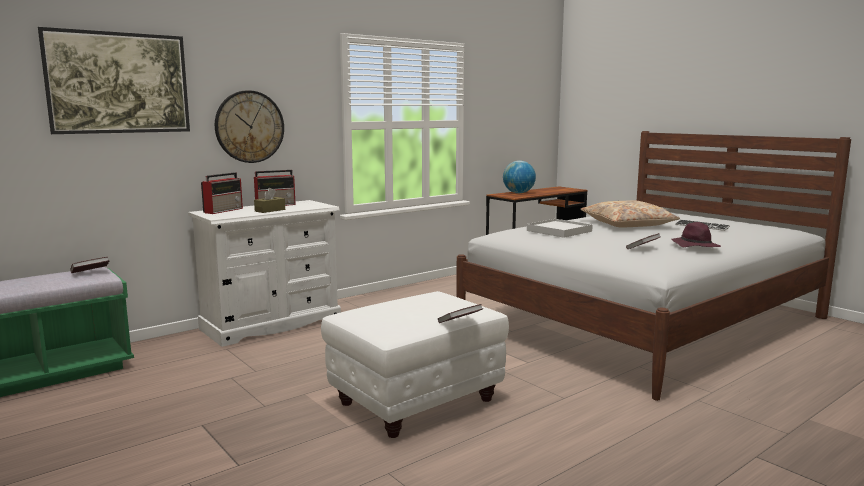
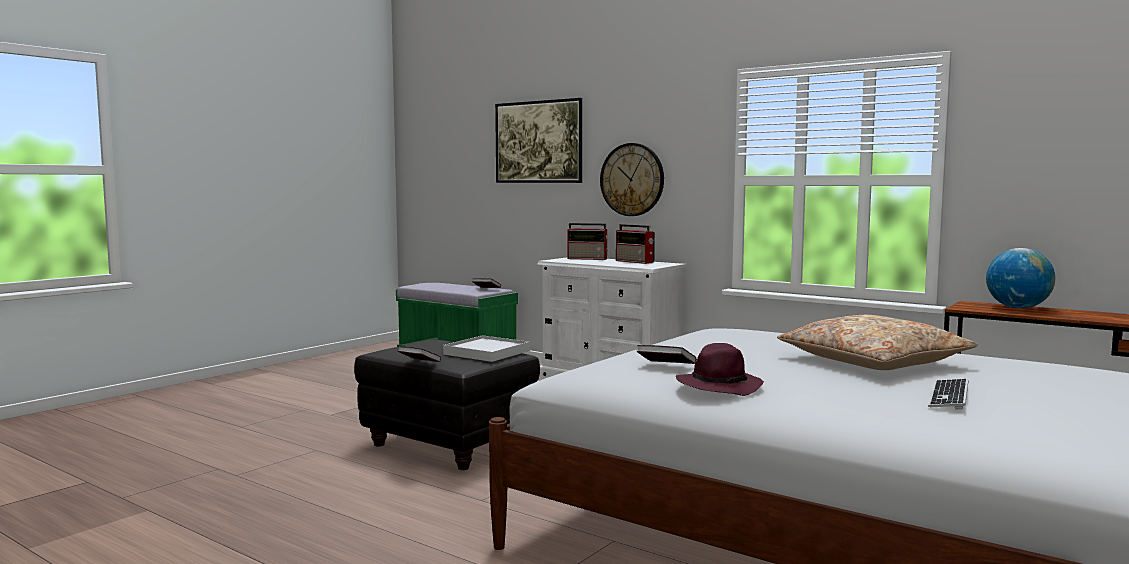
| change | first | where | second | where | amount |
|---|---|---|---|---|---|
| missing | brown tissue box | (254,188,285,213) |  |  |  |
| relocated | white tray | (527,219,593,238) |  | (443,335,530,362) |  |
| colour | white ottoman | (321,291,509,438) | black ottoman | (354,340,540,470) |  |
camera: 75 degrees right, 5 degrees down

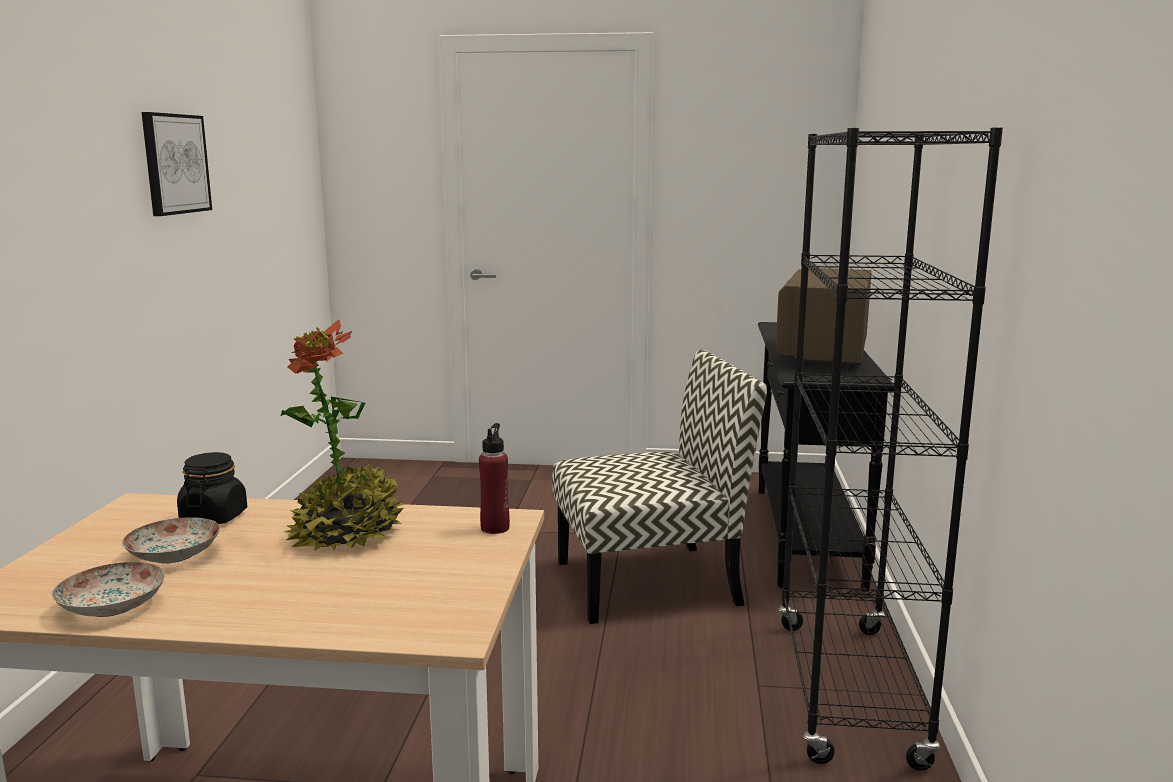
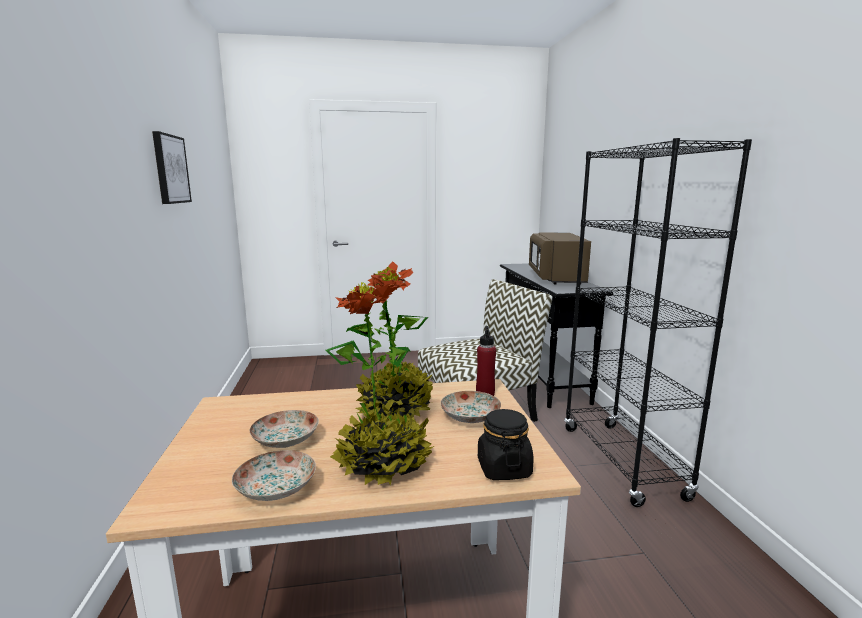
| change | first | where | second | where | amount |
|---|---|---|---|---|---|
| relocated | black jar | (177,452,247,524) |  | (478,409,534,480) |  |
| appeared |  |  | potted plant | (325,282,435,485) |  |
| appeared |  |  | plate | (441,391,501,423) |  |
camera: 15 degrees left, 0 degrees up

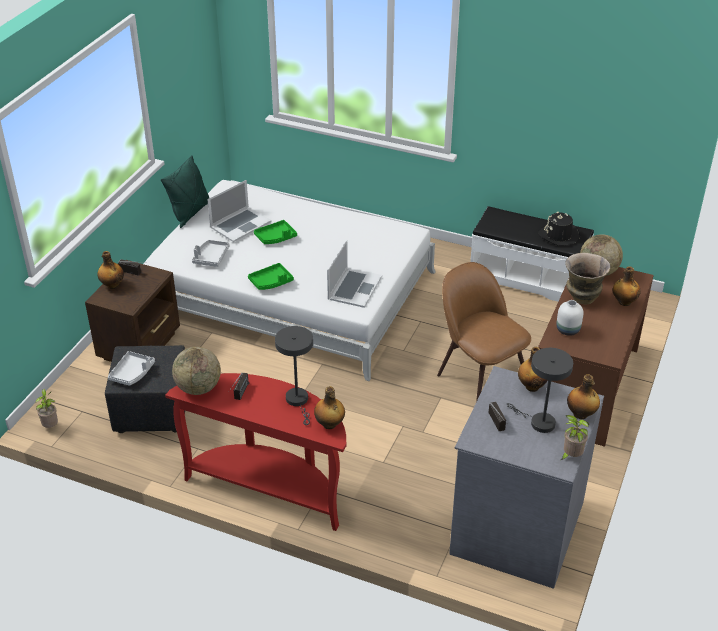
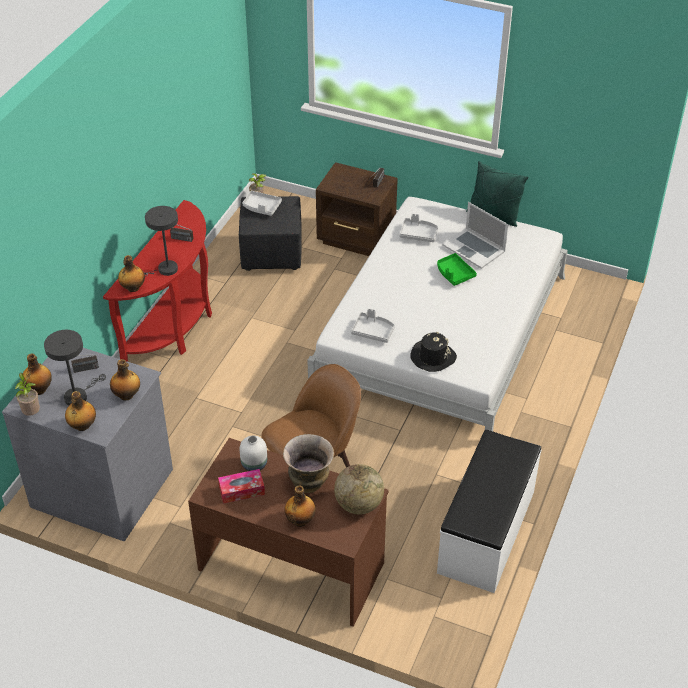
| change | first | where | second | where | amount |
|---|---|---|---|---|---|
| relocated | black hat | (538,212,580,246) |  | (410,332,457,372) |  |
| exchanged | laptop | (327,240,382,308) | grey tray | (351,308,395,343) |  |
| relocated | bottle | (97,251,124,289) |  | (23,354,52,395) |  |
| missing | green tray | (248,263,294,290) |  |  |  |
| missing | globe | (172,347,221,395) |  |  |  |
| appeared |  |  | tissue box | (218,469,265,504) |  |
camera: 90 degrees right, 5 degrees up

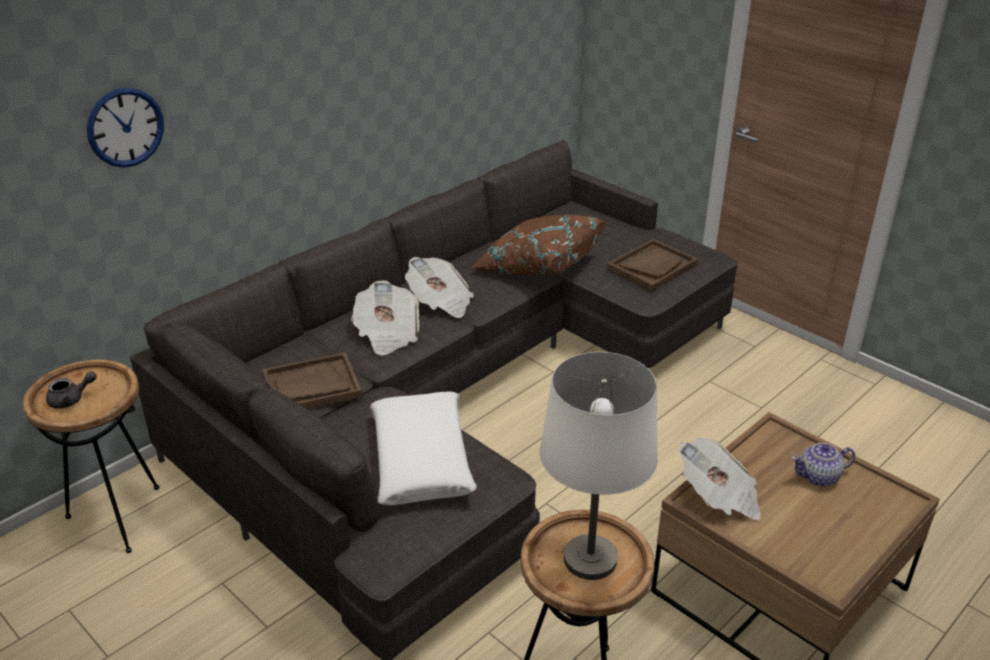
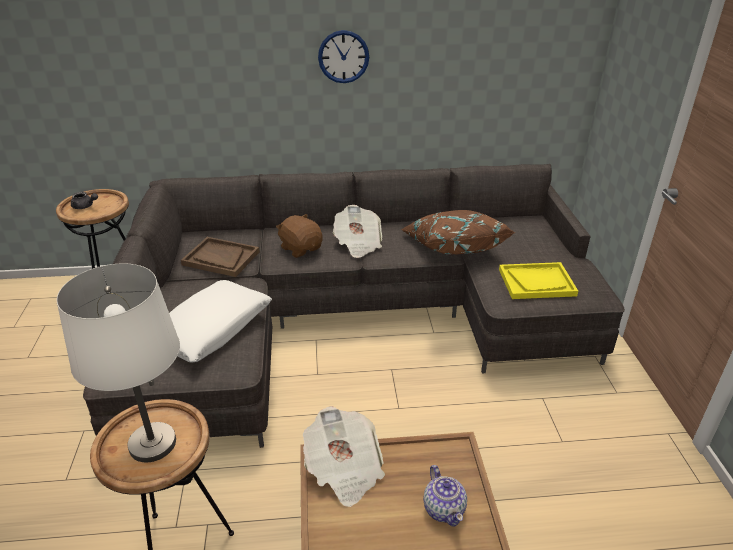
| change | first | where | second | where | amount |
|---|---|---|---|---|---|
| relocated | wall clock | (87,88,164,168) |  | (318,30,369,83) |  |
| colour | brown tray | (607,239,698,291) | yellow tray | (499,262,578,299) |  |
| exchanged | newspaper | (351,280,419,356) | brown plush toy | (276,214,323,258) |  |
| spun | teapot | (791,443,855,486) |  | (423,465,467,527) | 135 degrees counterclockwise |
camera: 40 degrees right, 0 degrees up

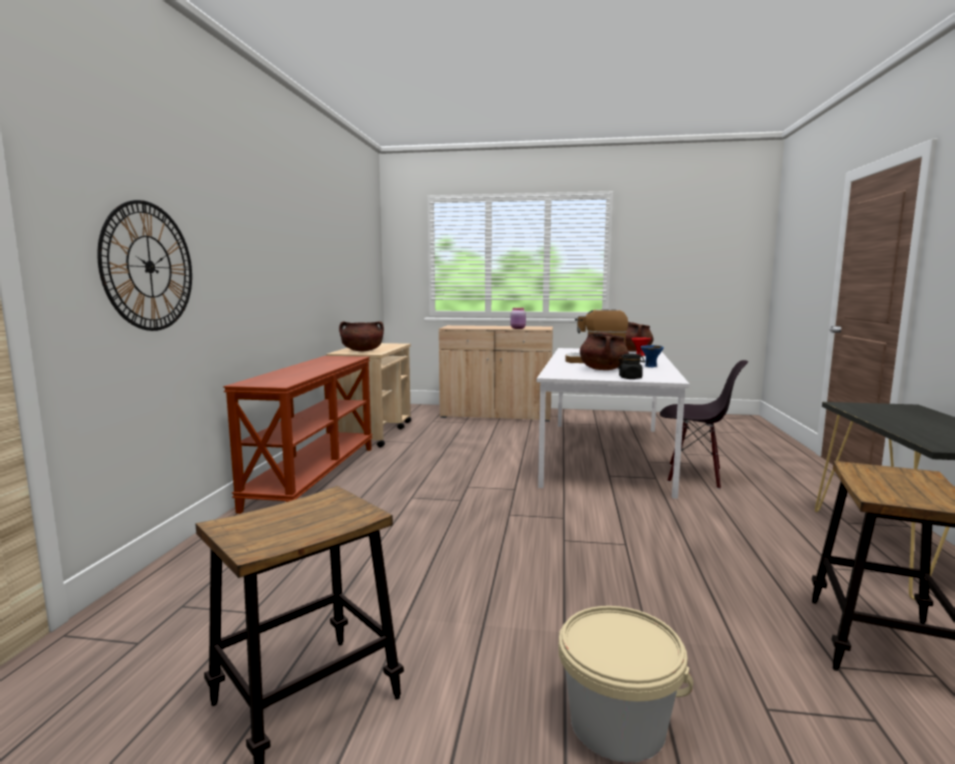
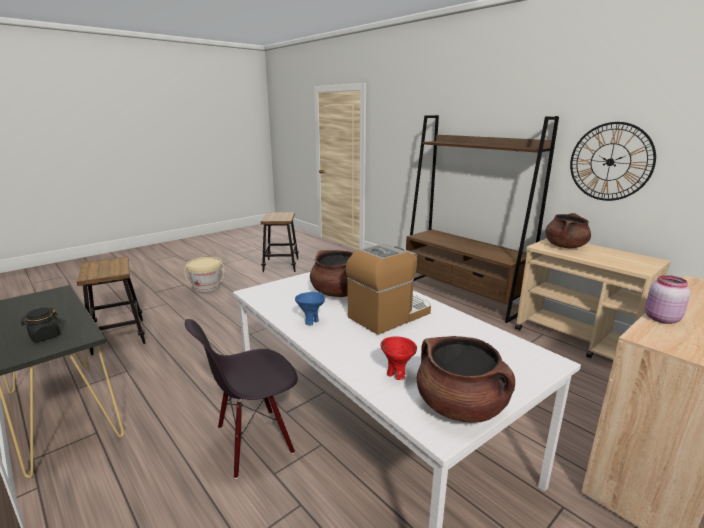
| change | first | where | second | where | amount |
|---|---|---|---|---|---|
| relocated | wall clock | (97,200,192,331) |  | (570,122,656,201) |  |
| relocated | black jar | (617,354,645,379) |  | (21,308,61,342) |  |
| exchanged | brown console table | (223,356,373,514) | brown bookcase | (406,115,559,323) |  |
camera: 130 degrees right, 10 degrees up

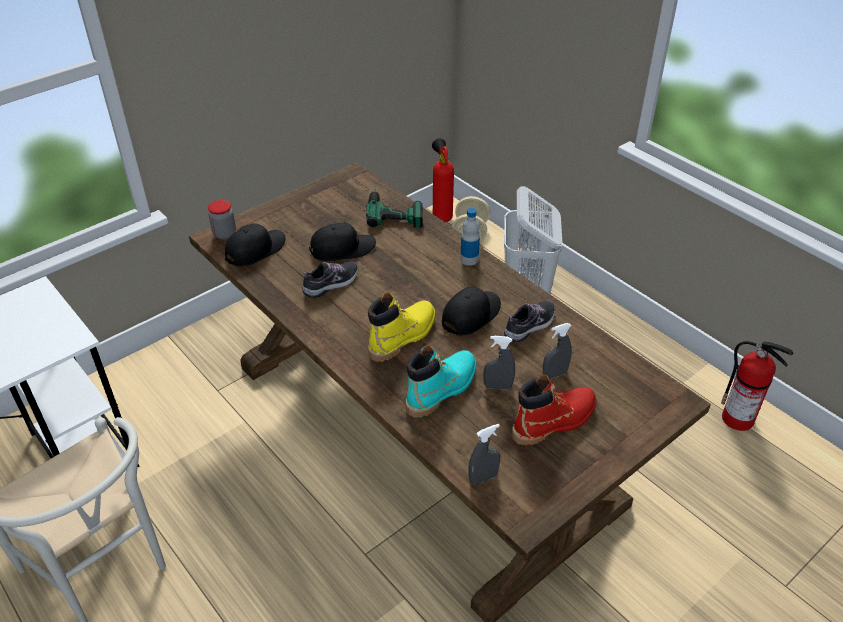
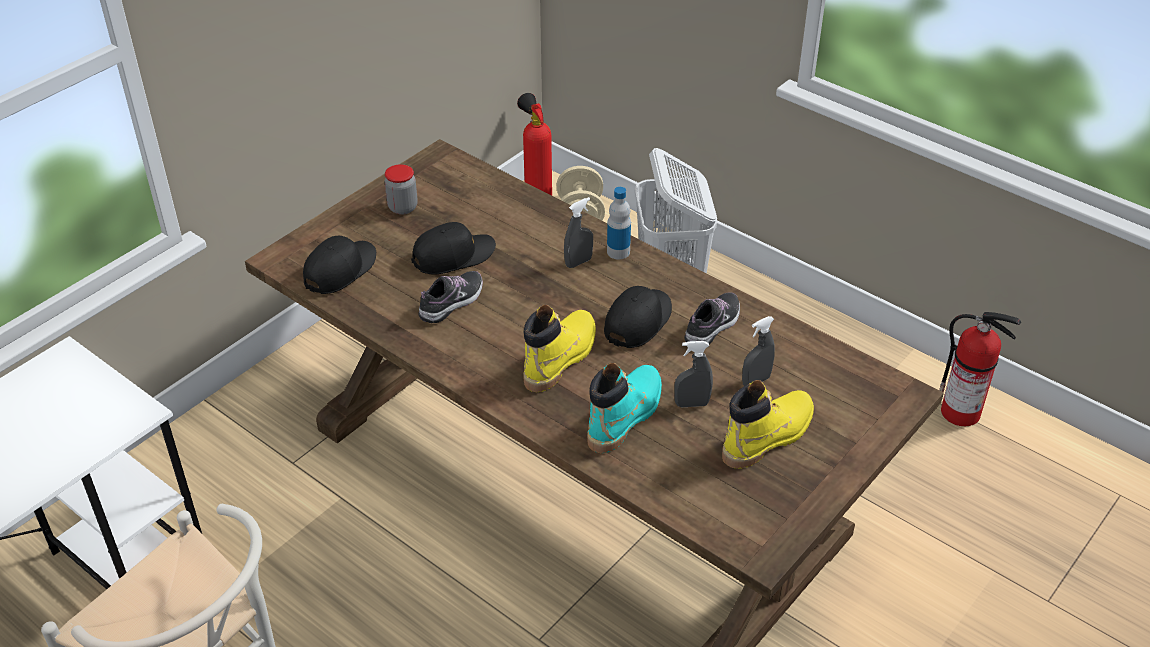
| change | first | where | second | where | amount |
|---|---|---|---|---|---|
| missing | power drill | (366,190,423,228) |  |  |  |
| relocated | jar | (208,200,236,240) |  | (385,164,417,215) |  |
| colour | red boot | (512,374,597,446) | yellow boot | (722,380,814,469) |  |
| relocated | grey spray bottle | (469,424,500,485) |  | (564,197,593,268) |  |
camera: 10 degrees left, 0 degrees up

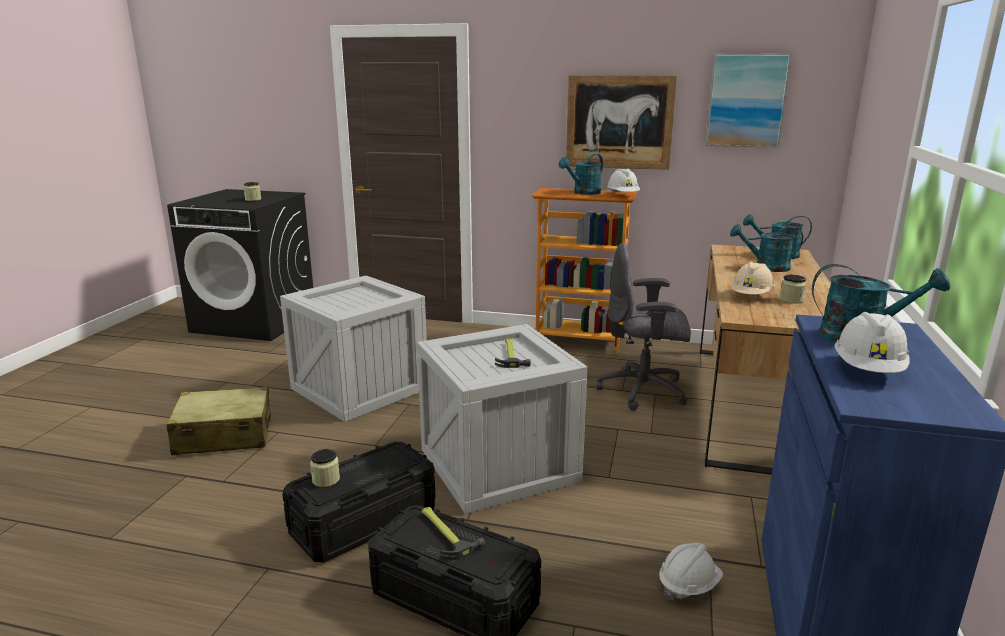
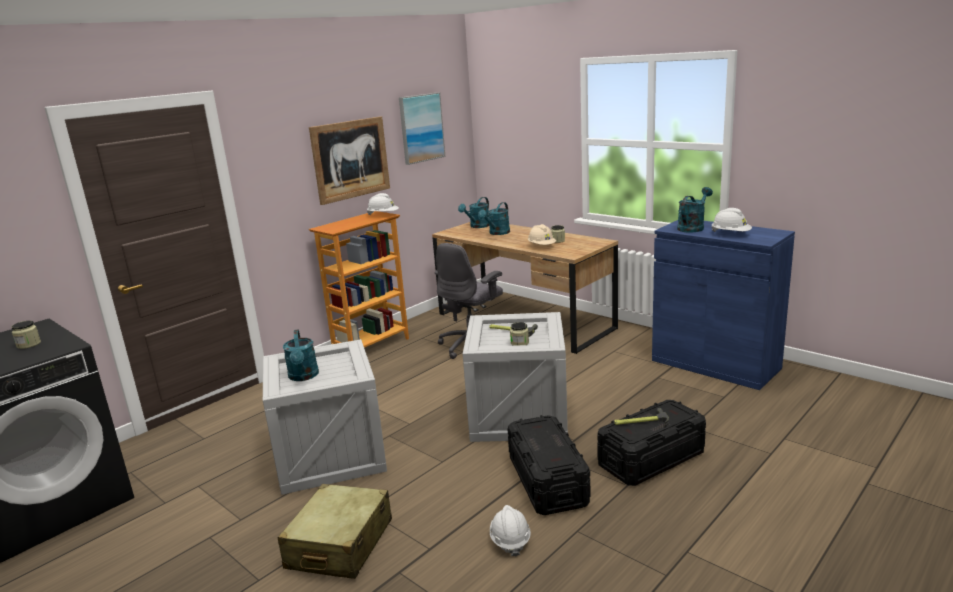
| change | first | where | second | where | amount |
|---|---|---|---|---|---|
| relocated | turquoise watering can | (559,154,603,195) |  | (283,329,319,381) |  |
| relocated | jar | (310,449,340,487) |  | (510,322,529,346) |  |
| relocated | white hard hat | (659,543,723,601) |  | (490,505,531,557) |  |
camera: 60 degrees left, 0 degrees up

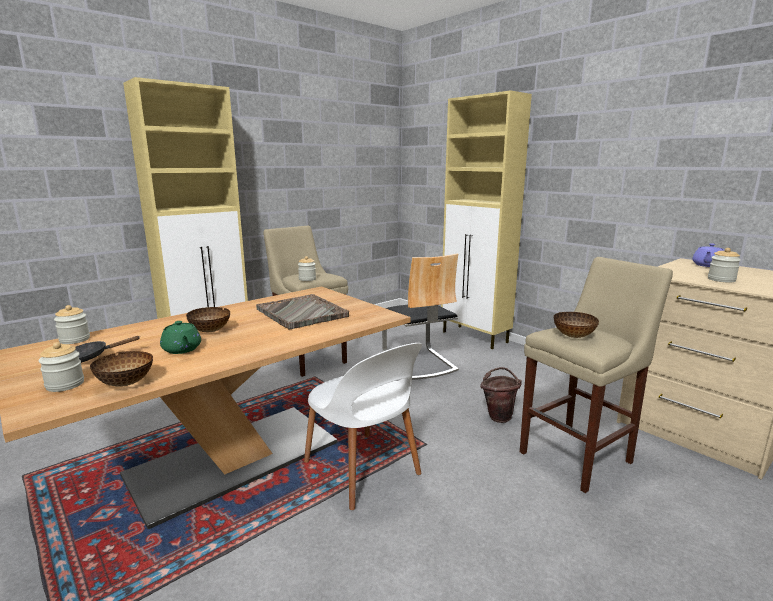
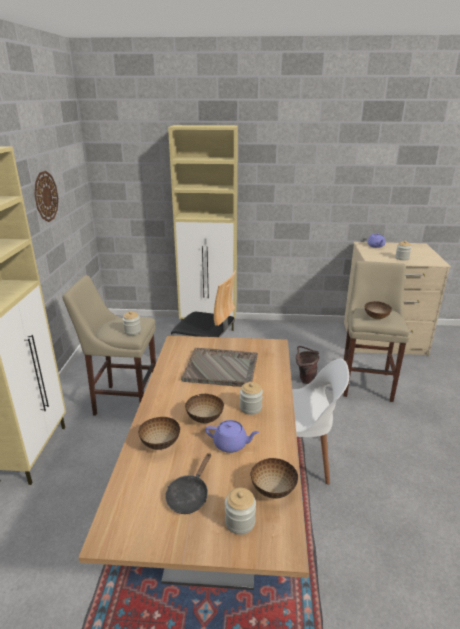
| change | first | where | second | where | amount |
|---|---|---|---|---|---|
| relocated | jar | (54,305,90,344) |  | (240,382,263,415) |  |
| colour | green teapot | (160,321,201,354) | purple teapot | (205,420,259,453) |  |
| appeared |  |  | wall clock | (35,171,58,222) |  |
| appeared |  |  | bowl | (138,417,180,450) |  |
camera: 45 degrees left, 10 degrees up

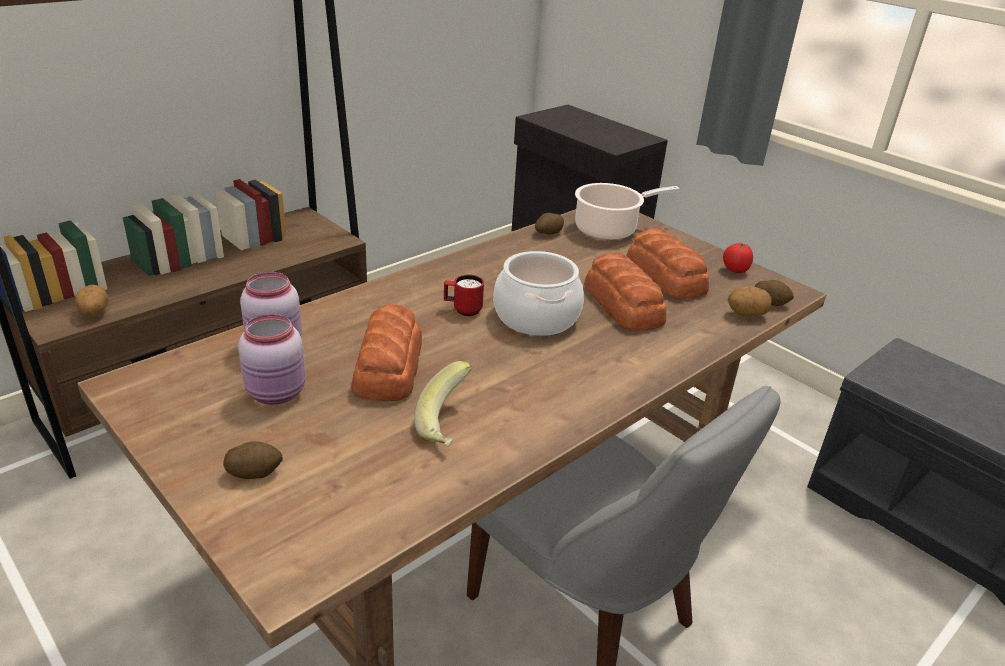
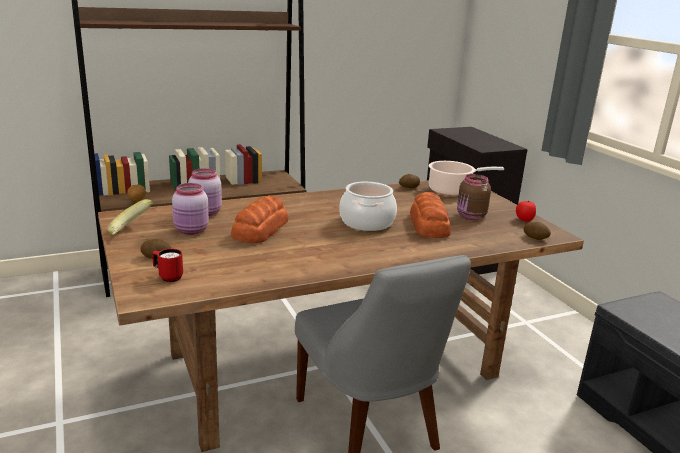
| change | first | where | second | where | amount |
|---|---|---|---|---|---|
| exchanged | bread | (626,228,709,300) | brown jar | (457,174,491,220) |  |
| relocated | red mug | (444,274,484,316) |  | (152,249,183,282) |  |
| missing | potato | (728,286,772,317) |  |  |  |
| relocated | banana | (414,361,472,447) |  | (107,199,153,235) |  |
camera: 20 degrees right, 10 degrees down

